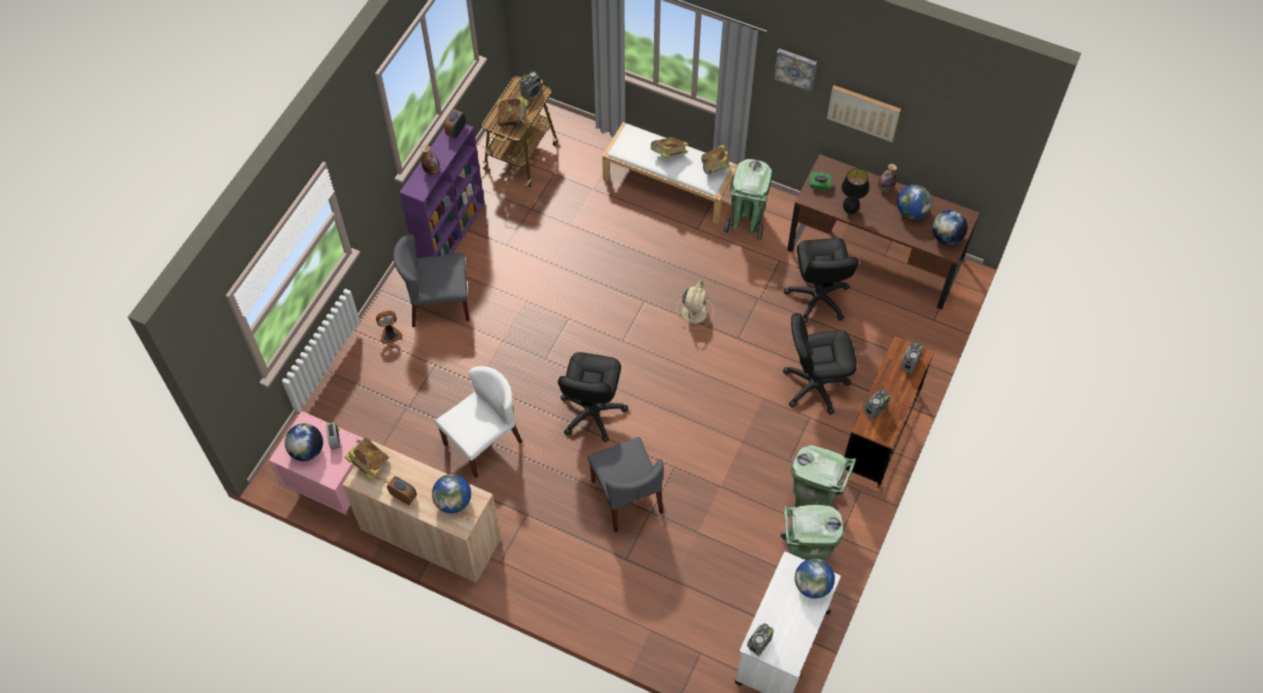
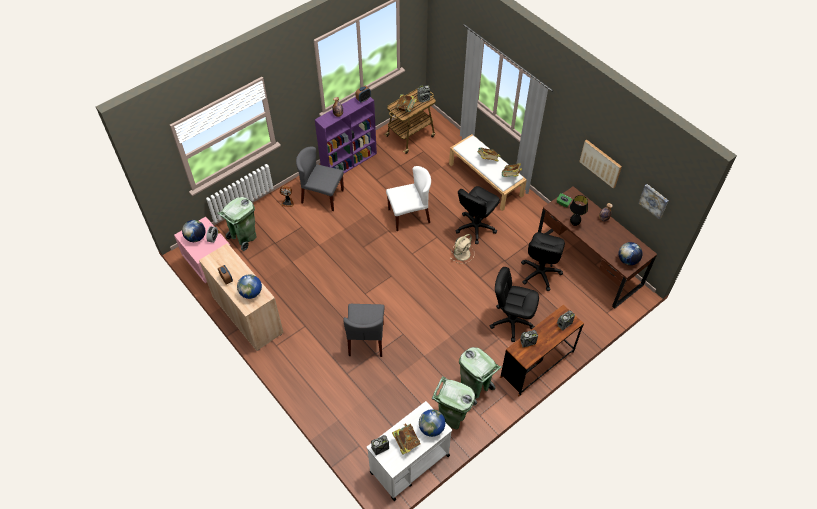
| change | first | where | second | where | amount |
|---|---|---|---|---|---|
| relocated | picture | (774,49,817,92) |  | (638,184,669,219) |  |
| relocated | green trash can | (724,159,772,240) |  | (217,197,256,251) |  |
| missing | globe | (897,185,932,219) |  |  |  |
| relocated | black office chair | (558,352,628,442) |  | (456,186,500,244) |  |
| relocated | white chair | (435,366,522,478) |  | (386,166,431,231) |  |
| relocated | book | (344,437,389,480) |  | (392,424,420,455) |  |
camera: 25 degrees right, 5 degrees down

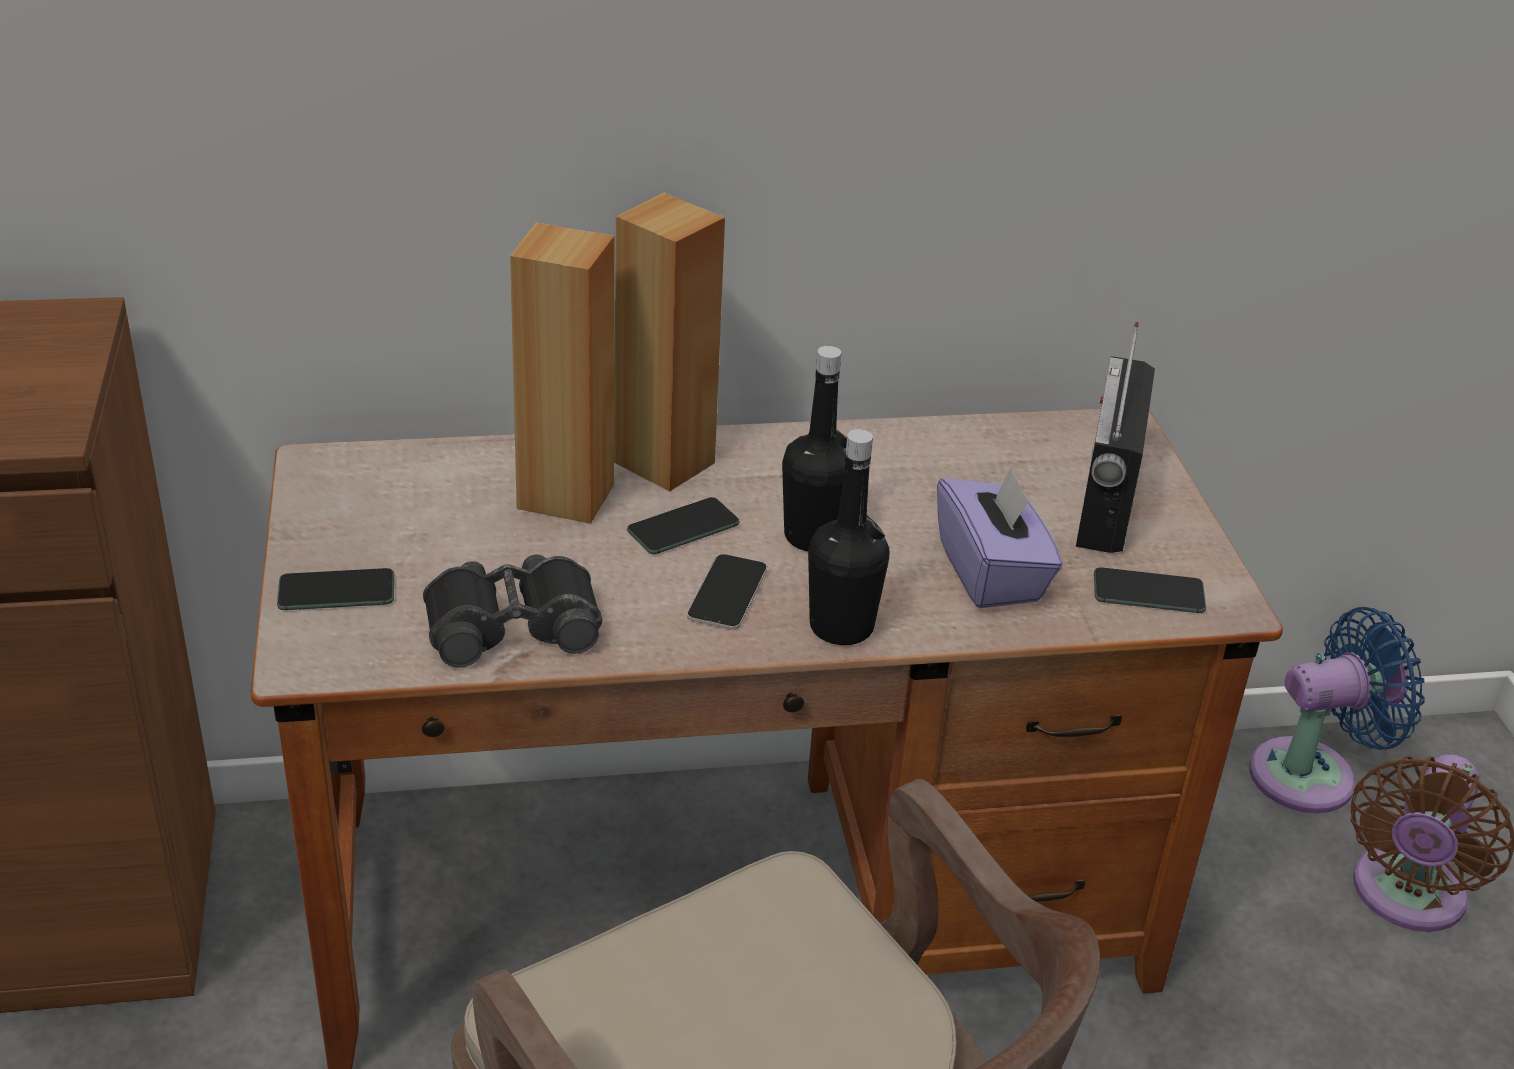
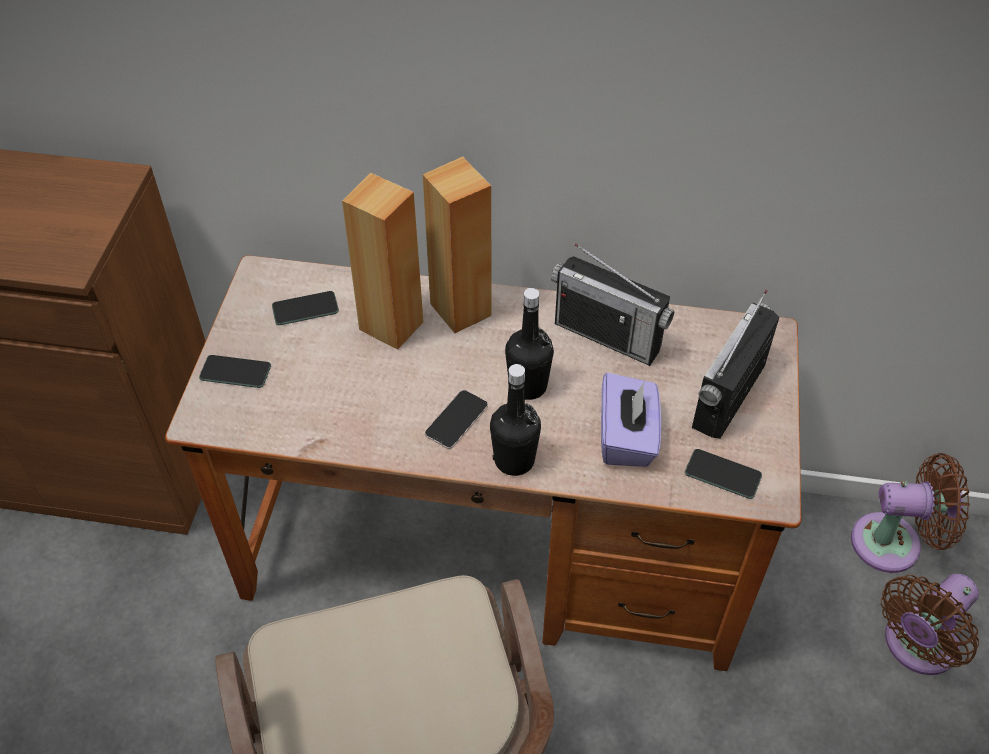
| change | first | where | second | where | amount |
|---|---|---|---|---|---|
| relocated | phone | (627,497,740,554) |  | (272,291,339,325) |  |
| missing | black binoculars | (423,555,602,668) |  |  |  |
| colour | blue fan | (1249,607,1425,813) | brown fan | (851,453,970,573) |  |
| appeared |  |  | radio | (551,244,674,366) |  |
camera: 20 degrees right, 15 degrees up

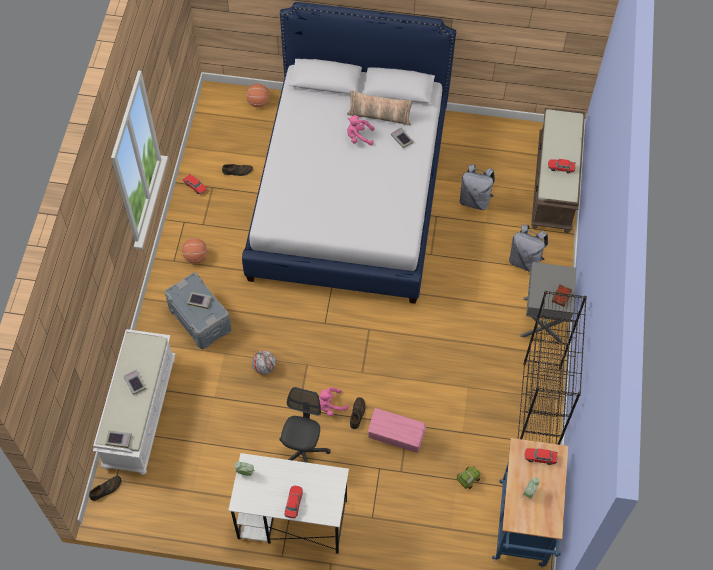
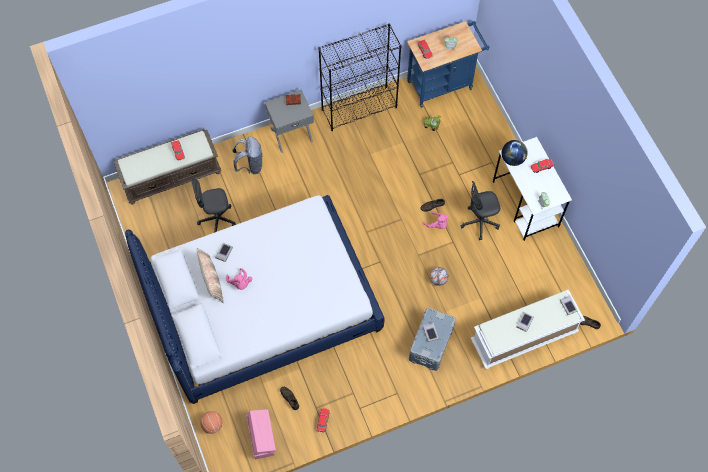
| change | first | where | second | where | amount |
|---|---|---|---|---|---|
| exchanged | grey backpack | (459,164,495,210) | grey office chair | (191,178,236,233) |  |
| missing | basketball | (182,238,207,264) |  |  |  |
| relocated | pink storage box | (368,408,426,453) |  | (247,409,276,459) |  |
| appeared |  |  | globe | (502,140,528,166) |  |
camera: 120 degrees left, 5 degrees up

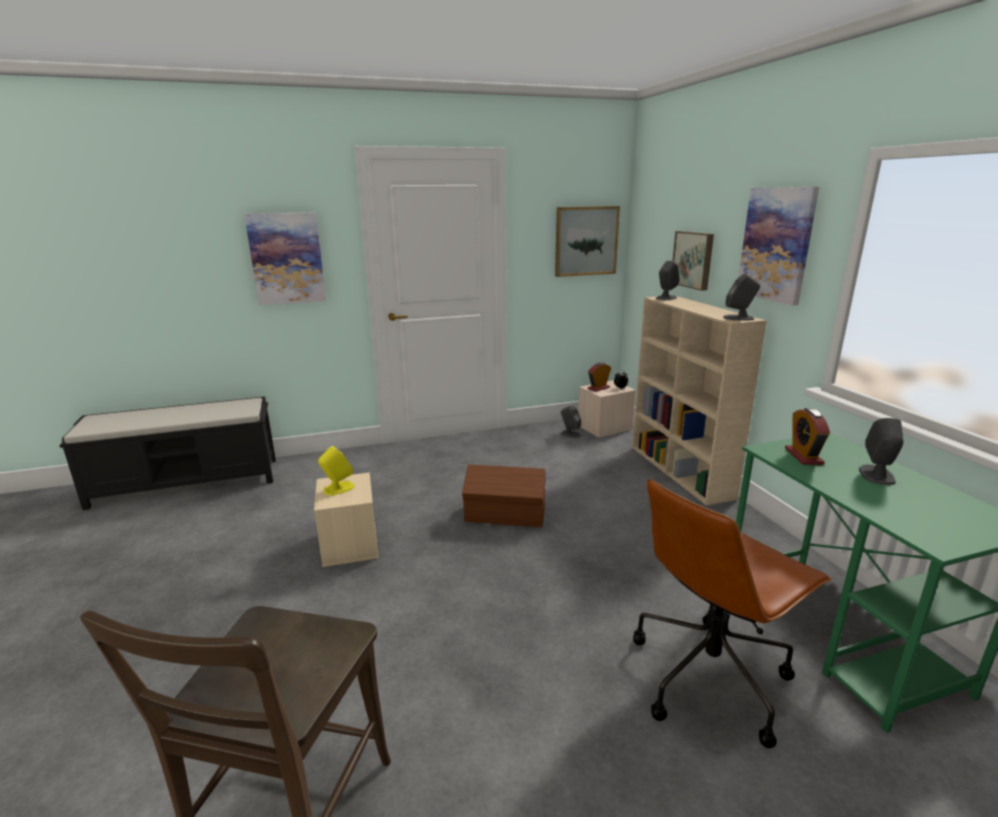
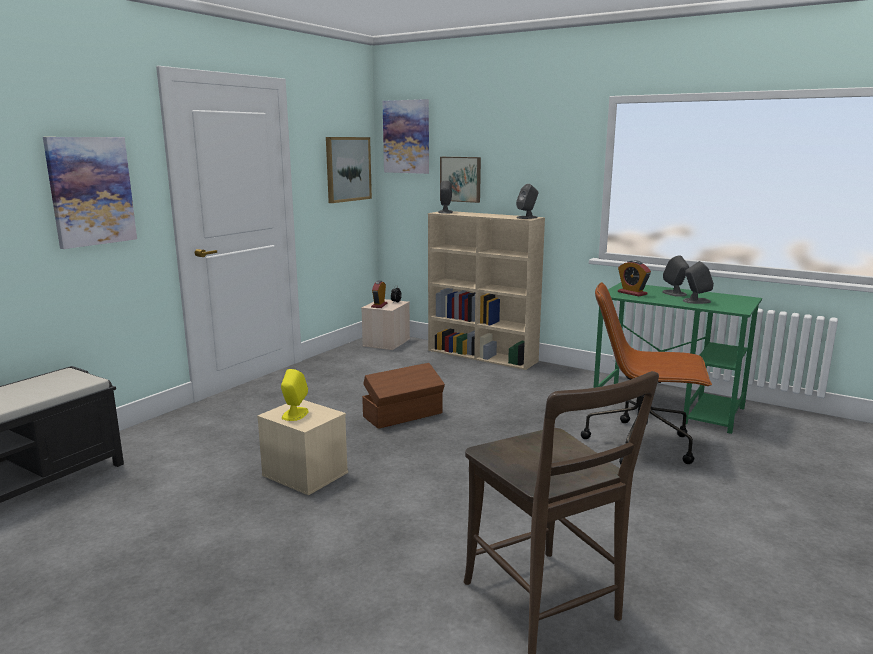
| change | first | where | second | where | amount |
|---|---|---|---|---|---|
| relocated | picture | (738,187,819,305) |  | (383,99,429,174) |  |
| relocated | grey speaker | (560,405,581,438) |  | (683,261,714,304) |  |
| spun | brown office chair | (633,478,832,748) |  | (581,282,712,464) | 90 degrees clockwise |
camera: 40 degrees left, 5 degrees down

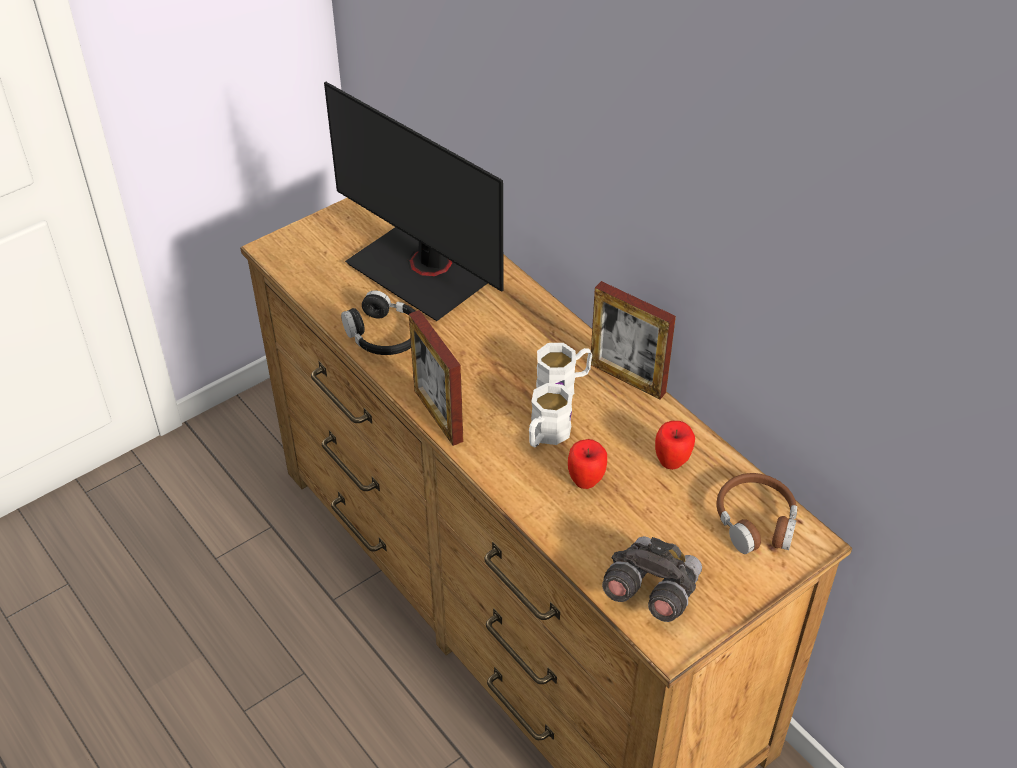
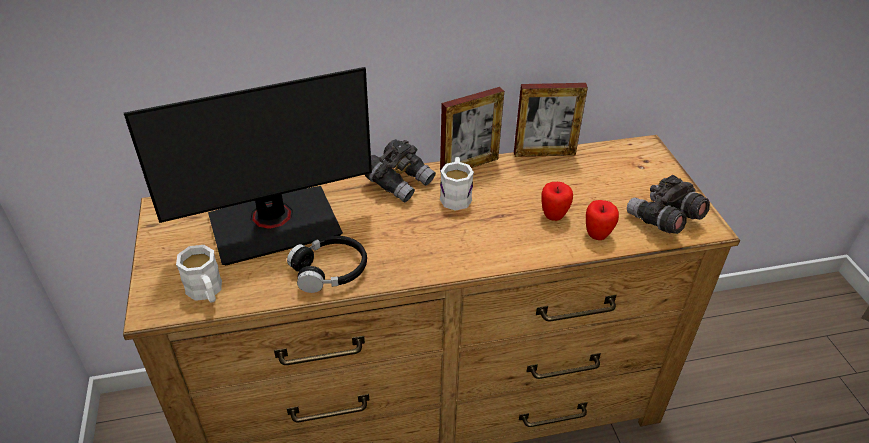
| change | first | where | second | where | amount |
|---|---|---|---|---|---|
| relocated | picture frame | (409,310,463,446) |  | (514,83,588,157) |  |
| relocated | white mug | (529,383,573,447) |  | (176,245,222,303) |  |
| relocated | apple | (655,421,695,470) |  | (586,200,619,240) |  |
| missing | brown headphones | (716,473,797,554) |  |  |  |
| appeared |  |  | grey binoculars | (365,139,436,203) |  |
camera: 65 degrees left, 5 degrees down

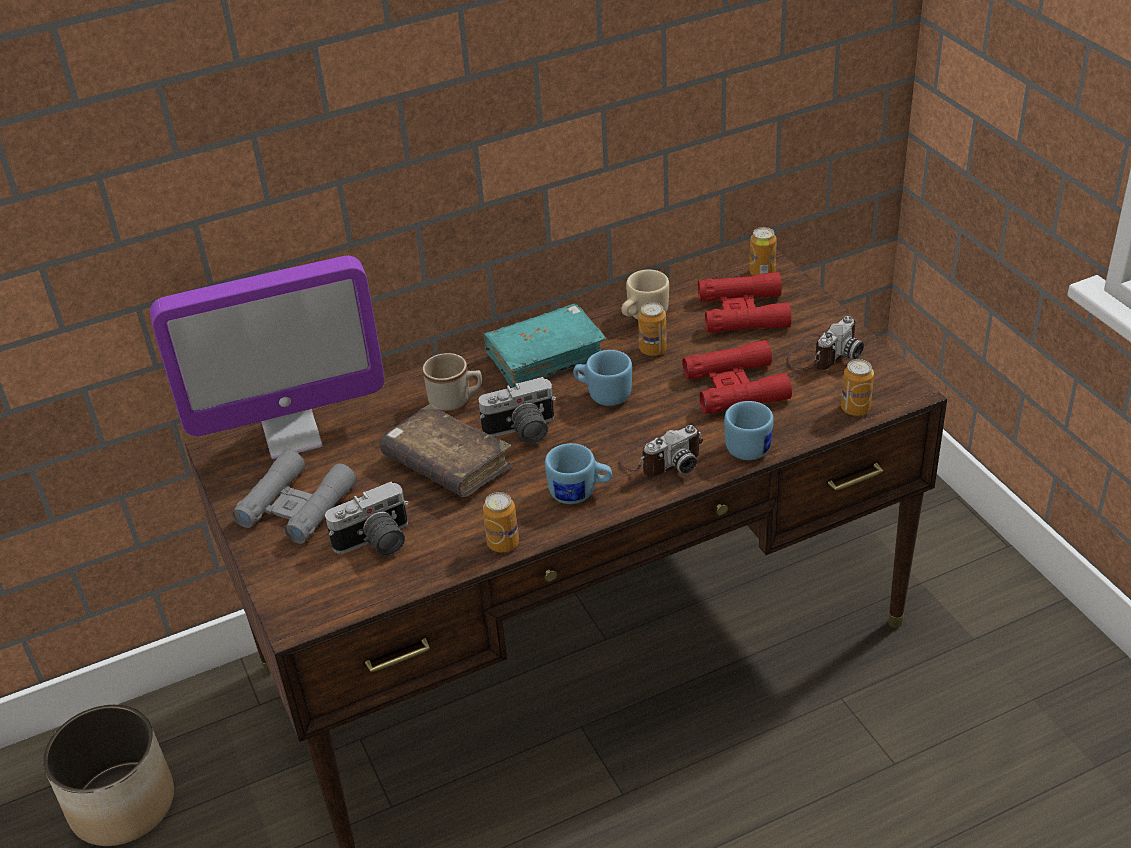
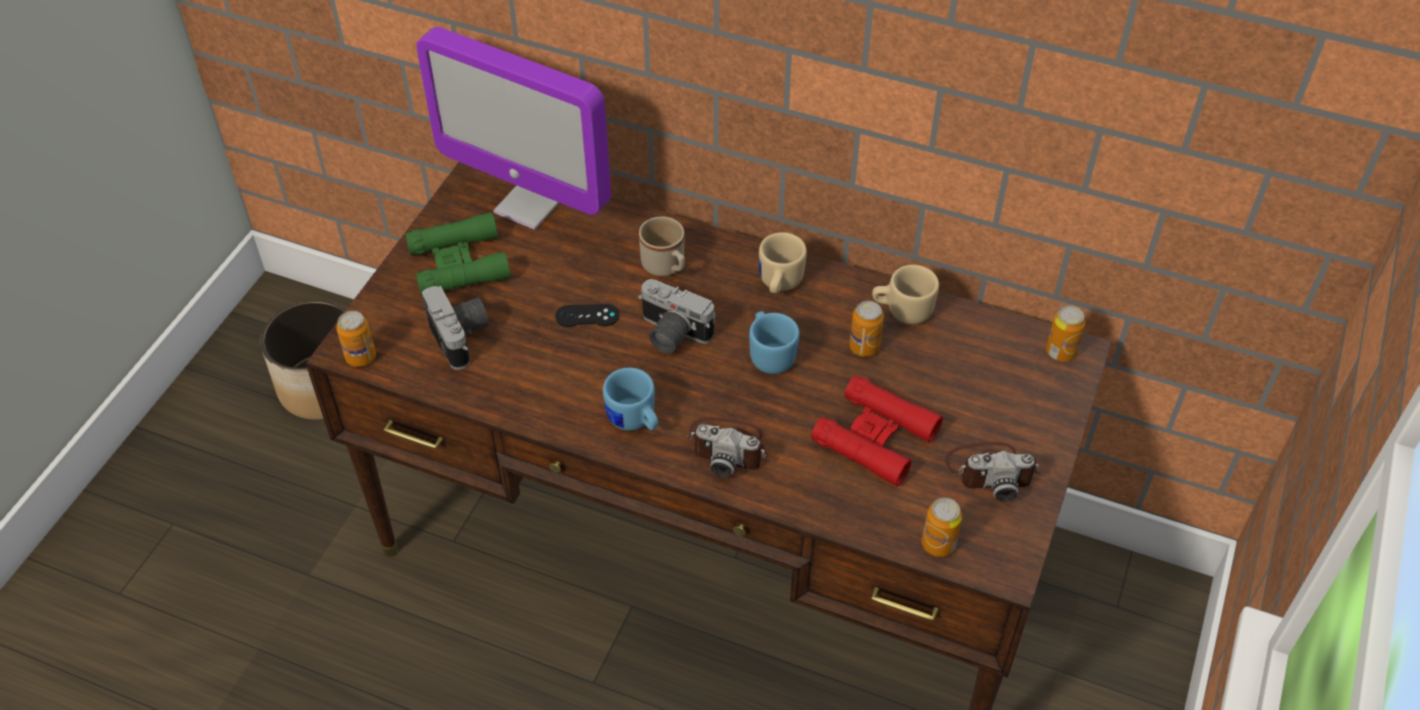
| change | first | where | second | where | amount |
|---|---|---|---|---|---|
| missing | red binoculars | (698,272,791,333) |  |  |  |
| exchanged | turquoise book | (484,304,606,388) | beige mug | (759,232,807,293) |  |
| missing | blue mug | (724,401,773,460) |  |  |  |
| exchanged | brown book | (380,404,513,497) | black game controller | (555,304,620,327) |  |
| colour | grey binoculars | (232,449,357,544) | green binoculars | (405,212,511,296) |  |
| spun | photo camera | (325,482,408,556) |  | (422,286,489,370) | 135 degrees counterclockwise |
| relocated | can | (483,492,519,552) |  | (336,311,376,367) |  |
camera: 45 degrees right, 10 degrees up

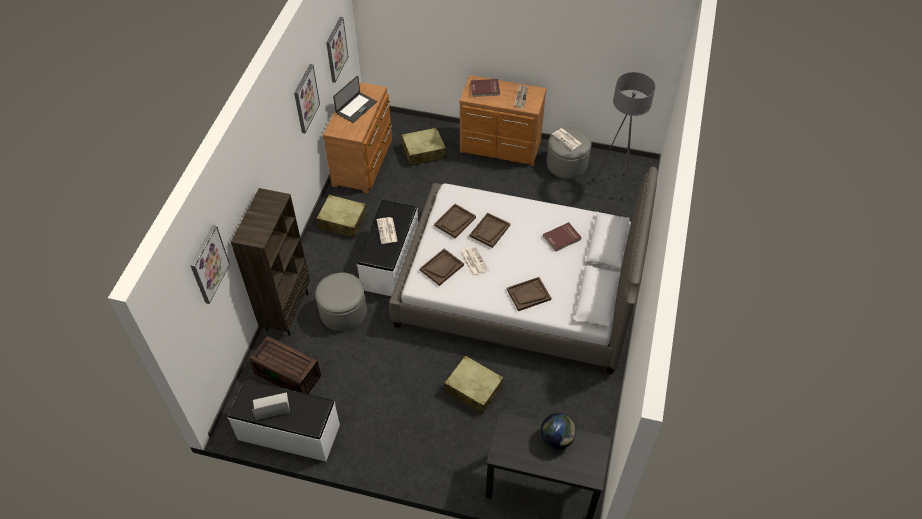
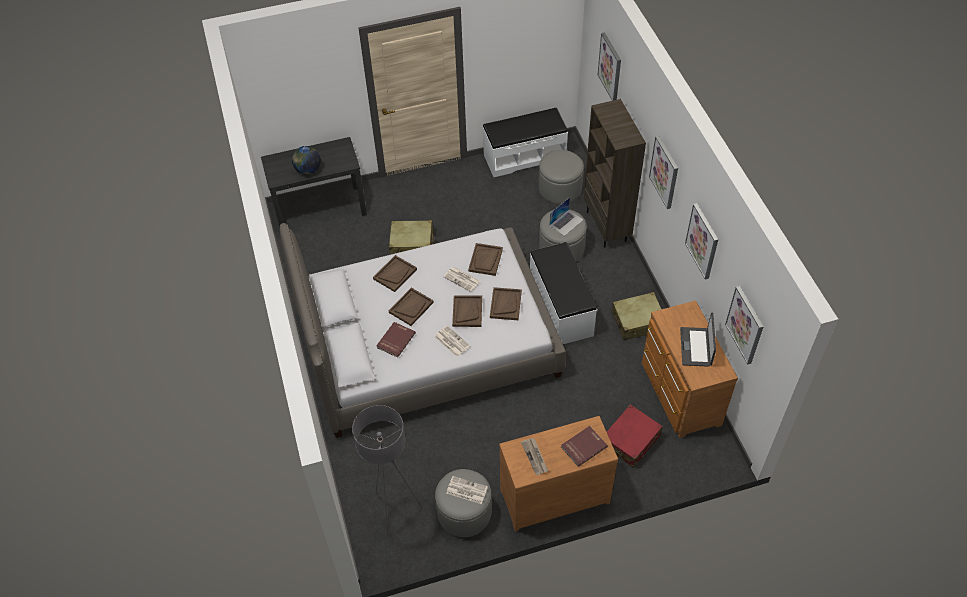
| change | first | where | second | where | amount |
|---|---|---|---|---|---|
| colour | beige suitcase | (401,127,446,166) | red suitcase | (607,404,663,468) |  |
| relocated | newspaper | (377,217,398,244) |  | (434,326,470,357) |  |
| exchanged | brown storage box | (249,336,321,394) | grey ottoman | (539,150,584,204) |  |
| relocated | laptop | (252,392,290,420) |  | (549,197,584,236) |  |
| appeared |  |  | picture | (649,136,678,209) |  |
| appeared |  |  | brown tray | (389,288,434,326) |  |
camera: 150 degrees right, 0 degrees up

